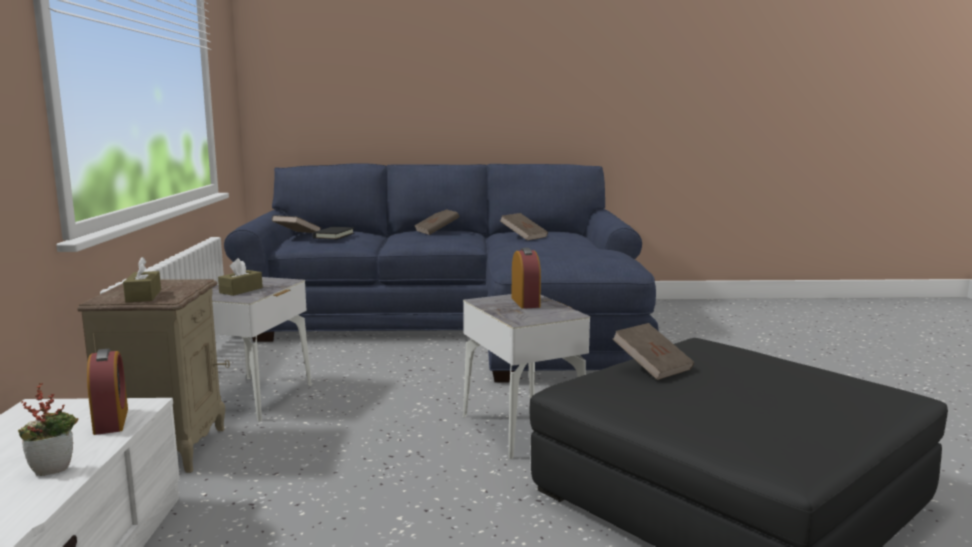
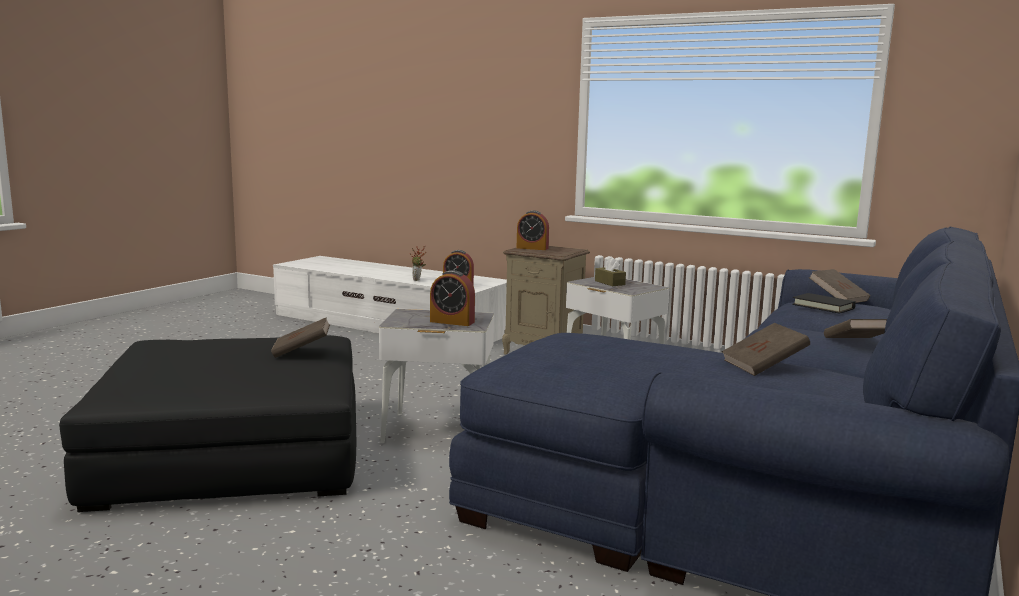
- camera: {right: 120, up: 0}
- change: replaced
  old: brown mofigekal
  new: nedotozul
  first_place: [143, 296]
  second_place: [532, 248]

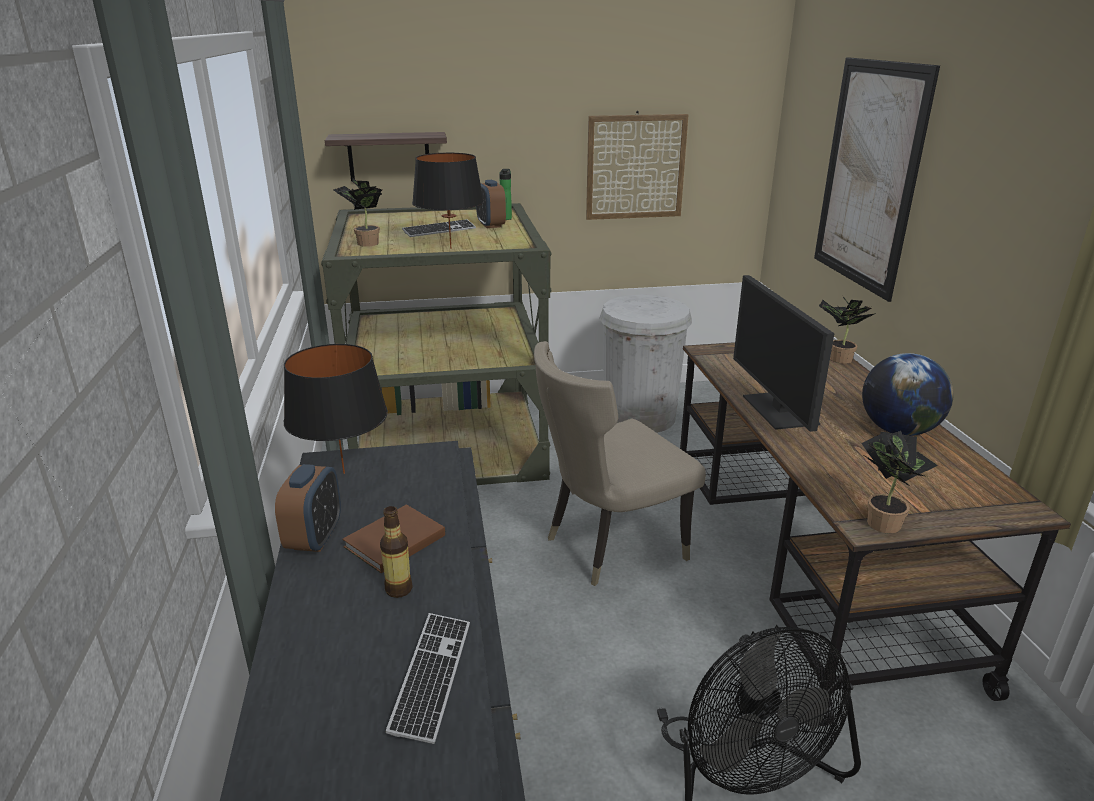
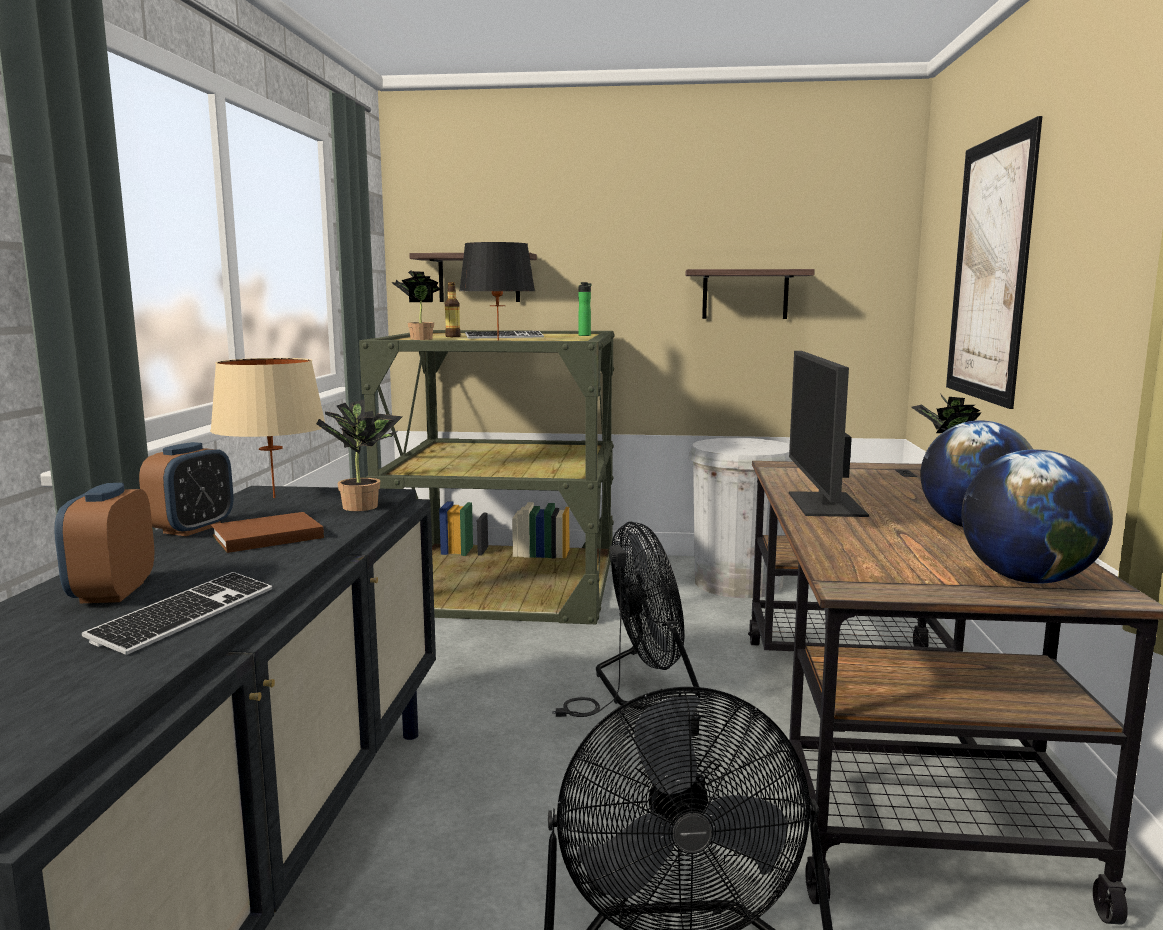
- camera: {right: 15, up: -15}
- change: recoloured
  old: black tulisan
  new: beige tulisan
  first_place: [344, 473]
  second_place: [274, 498]
- change: moved
  old: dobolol
  first_place: [398, 589]
  second_place: [453, 337]
- change: moved
  old: nedotozul
  first_place: [491, 225]
  second_place: [112, 592]
- change: replaced
  old: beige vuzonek
  new: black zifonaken
  first_place: [608, 546]
  second_place: [630, 688]
- change: replaced
  old: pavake
  new: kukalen
  first_place: [635, 165]
  second_place: [745, 294]
- change: moved
  old: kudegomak
  first_place: [881, 521]
  second_place: [363, 505]
- change: added
  new: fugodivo
  second_place: [1027, 579]

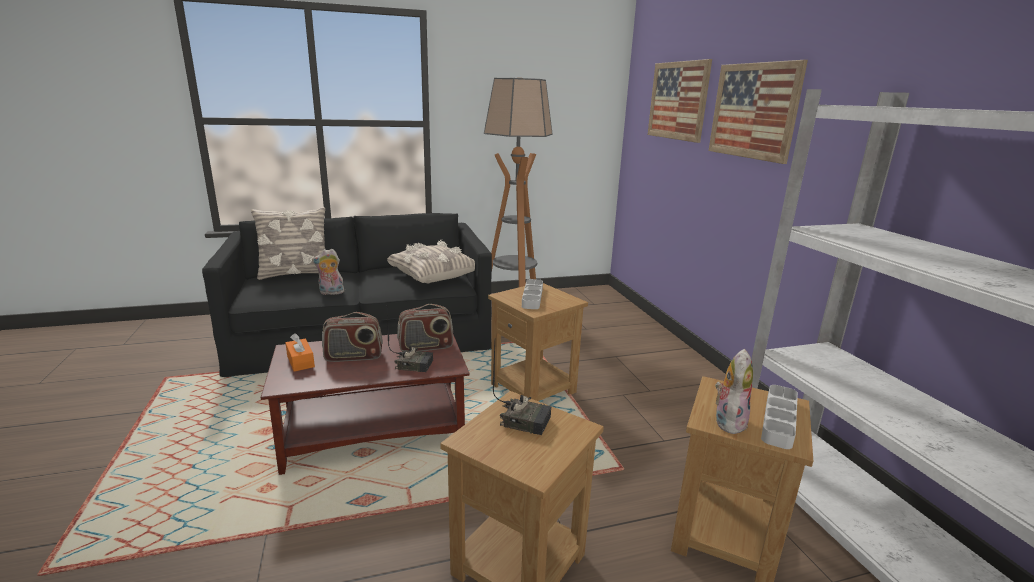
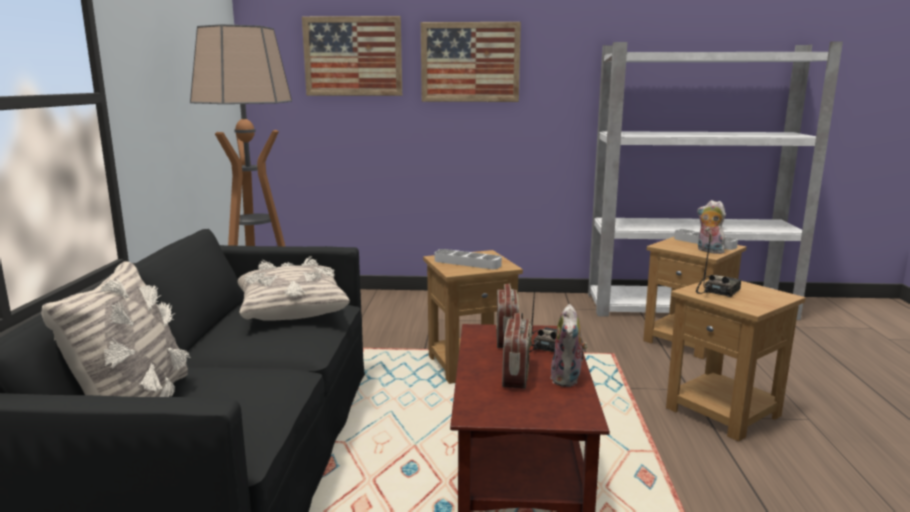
- camera: {right: -70, up: -5}
- change: removed
  old: orange mofigekal
  first_place: [300, 361]
- change: moved
  old: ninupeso
  first_place: [331, 293]
  second_place: [568, 379]

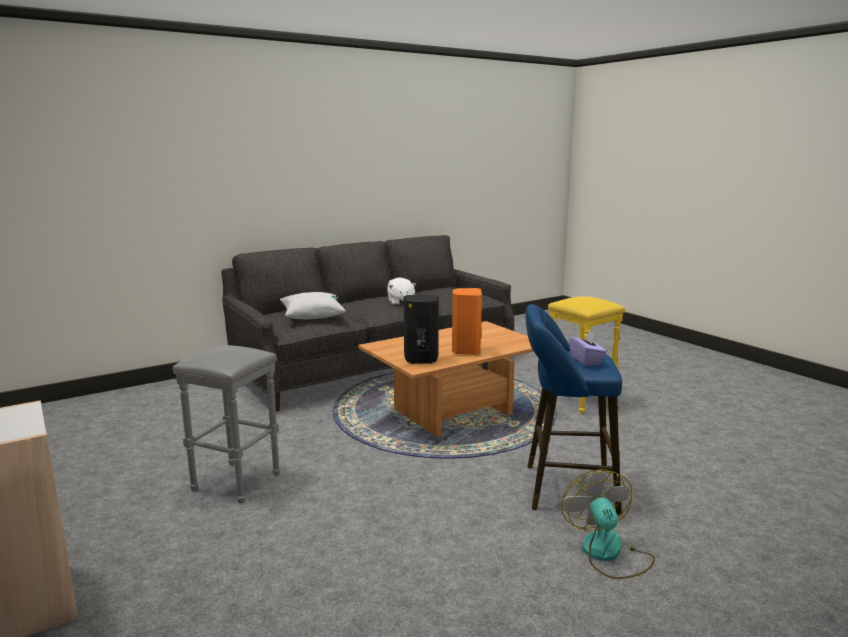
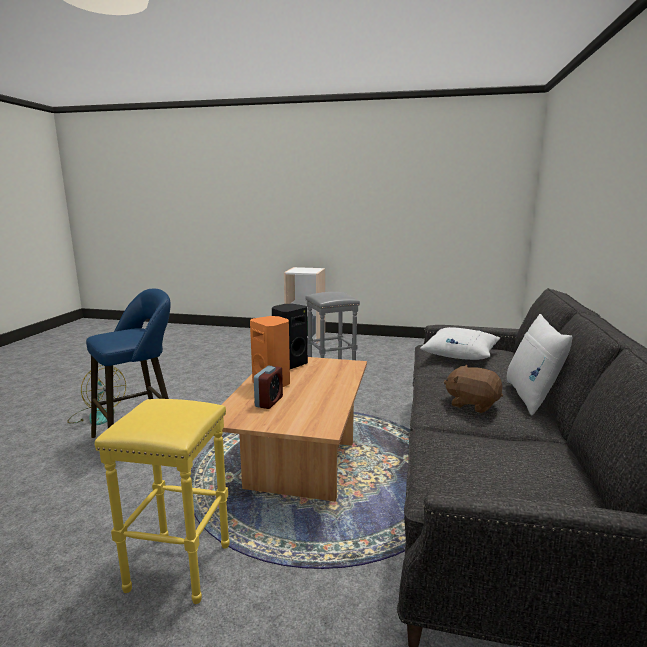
- camera: {right: 135, up: 0}
- change: recoloured
  old: white ninupeso
  new: brown ninupeso
  first_place: [400, 302]
  second_place: [472, 404]
- change: removed
  old: purple mofigekal
  first_place: [586, 360]
- change: added
  new: nedotozul
  second_place: [269, 402]
- change: added
  new: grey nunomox
  second_place: [531, 398]

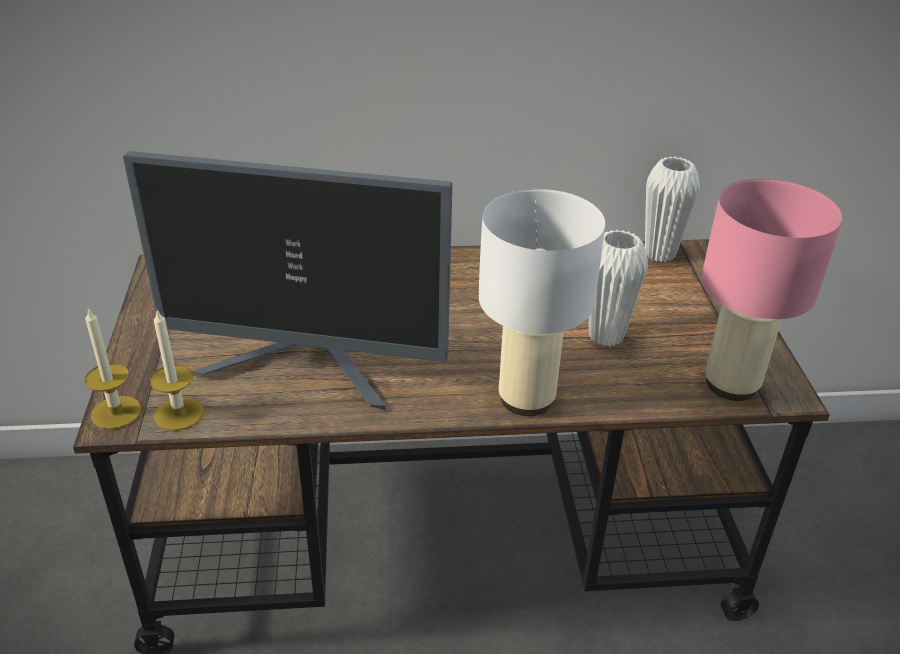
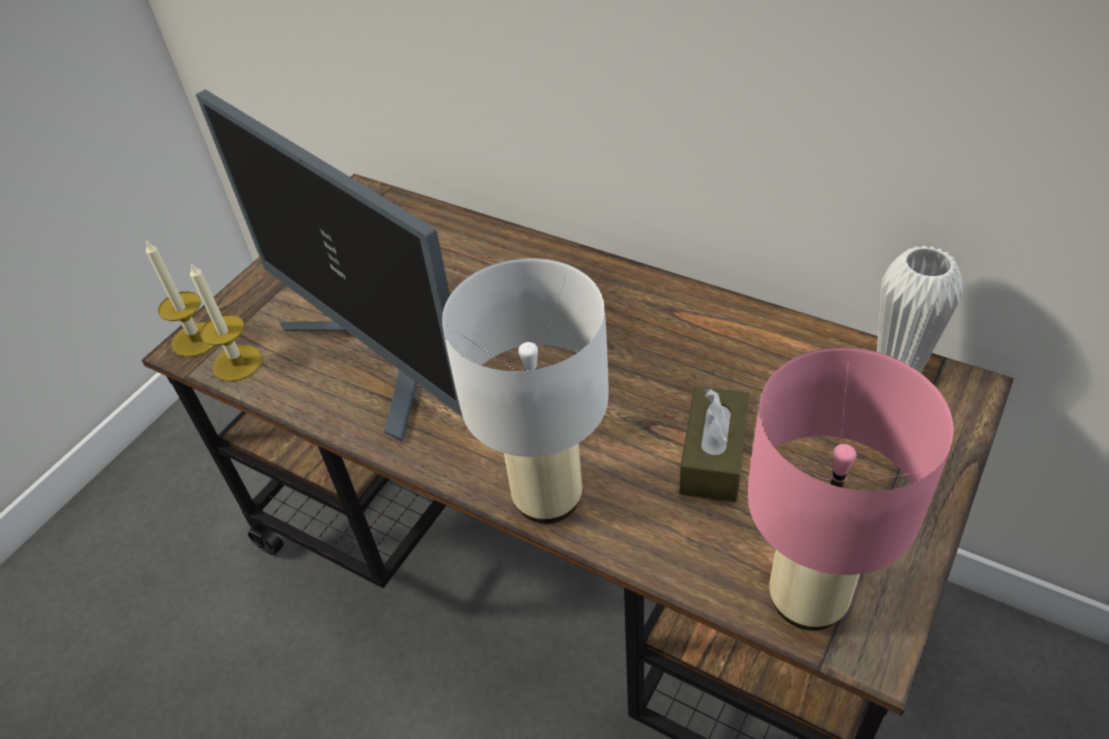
- camera: {right: 40, up: 10}
- change: replaced
  old: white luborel
  new: brown mofigekal
  first_place: [606, 336]
  second_place: [713, 457]

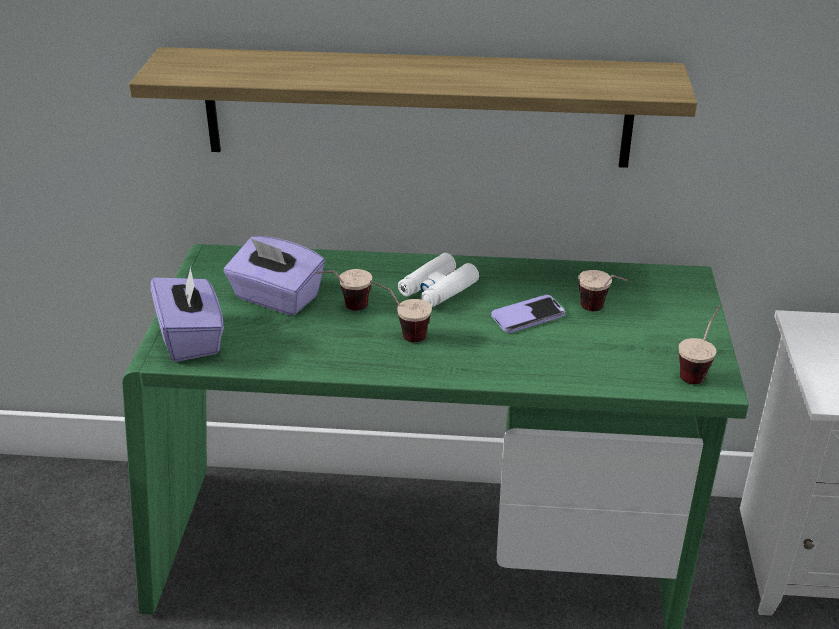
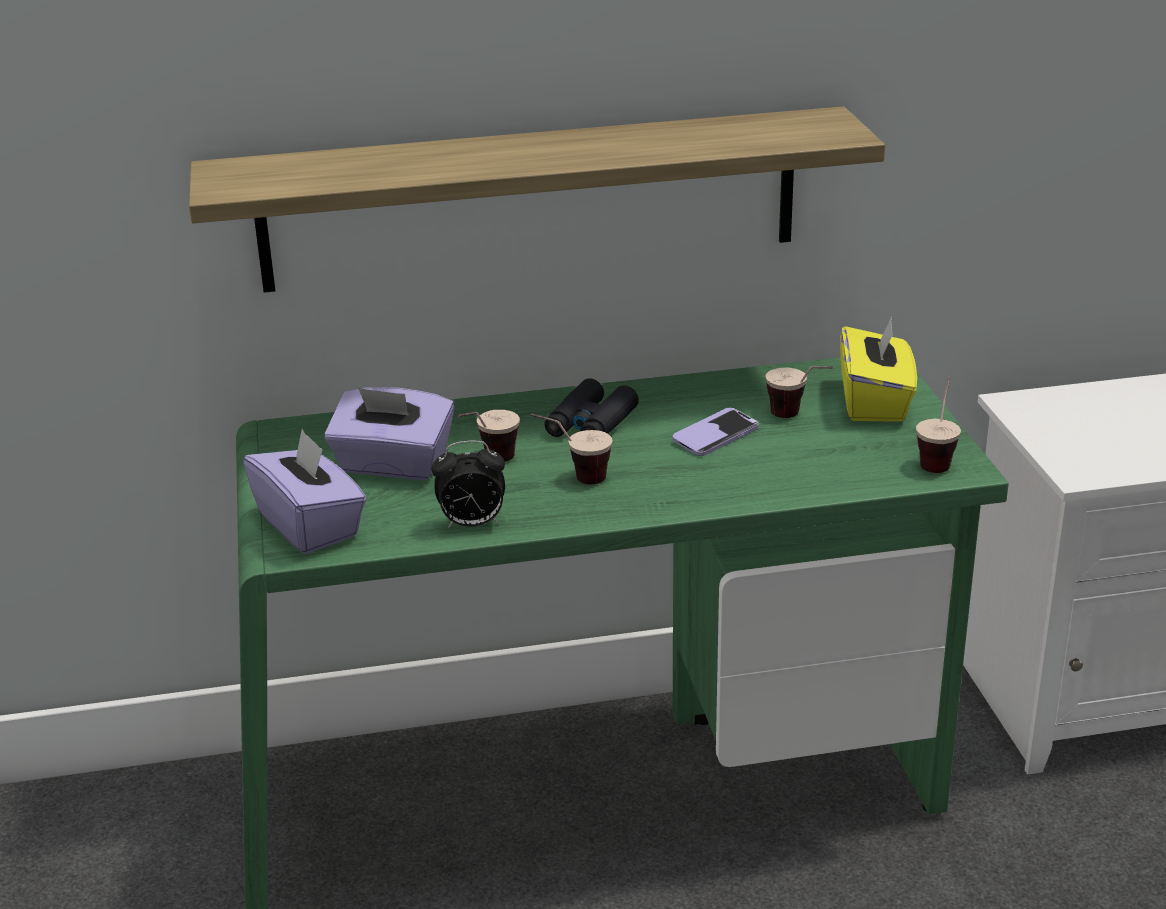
- camera: {right: -15, up: -5}
- change: recoloured
  old: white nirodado
  new: black nirodado
  first_place: [437, 289]
  second_place: [591, 424]
- change: added
  new: nedotozul
  second_place: [472, 524]
- change: added
  new: yellow mofigekal
  second_place: [875, 402]

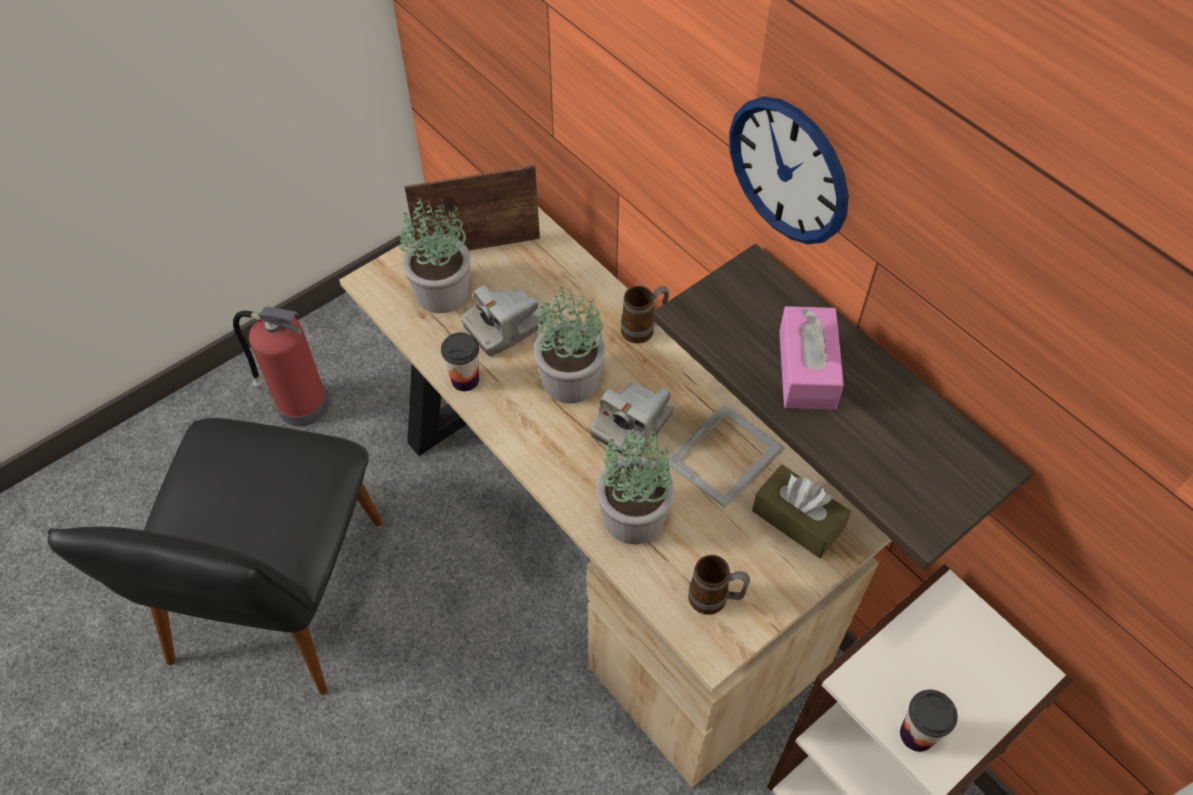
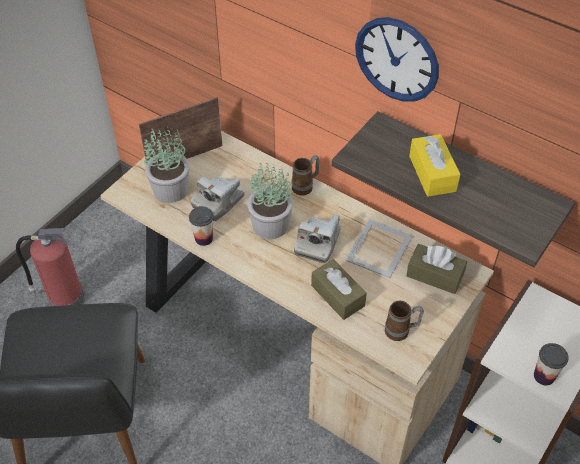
- camera: {right: -15, up: -5}
- change: replaced
  old: kudegomak
  new: brown mofigekal
  first_place: [635, 517]
  second_place: [337, 295]
- change: recoloured
  old: pink mofigekal
  new: yellow mofigekal
  first_place: [806, 369]
  second_place: [432, 173]

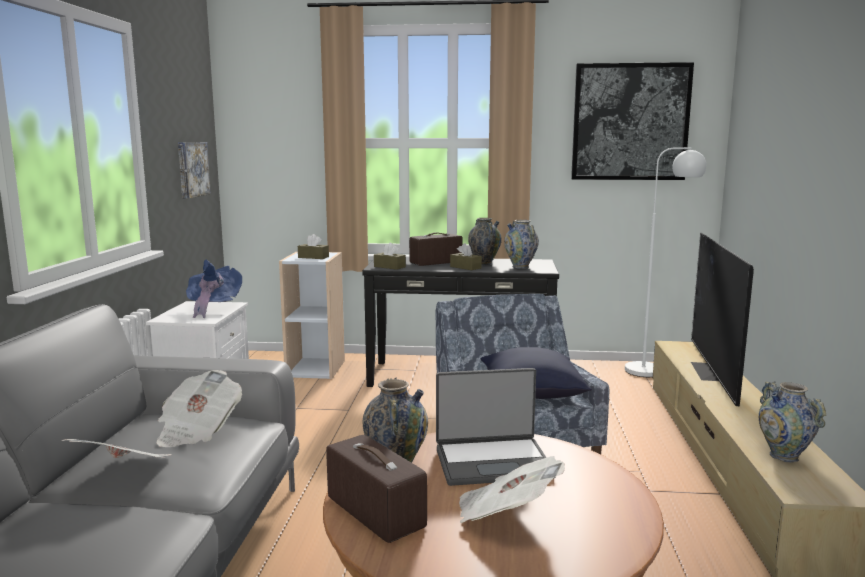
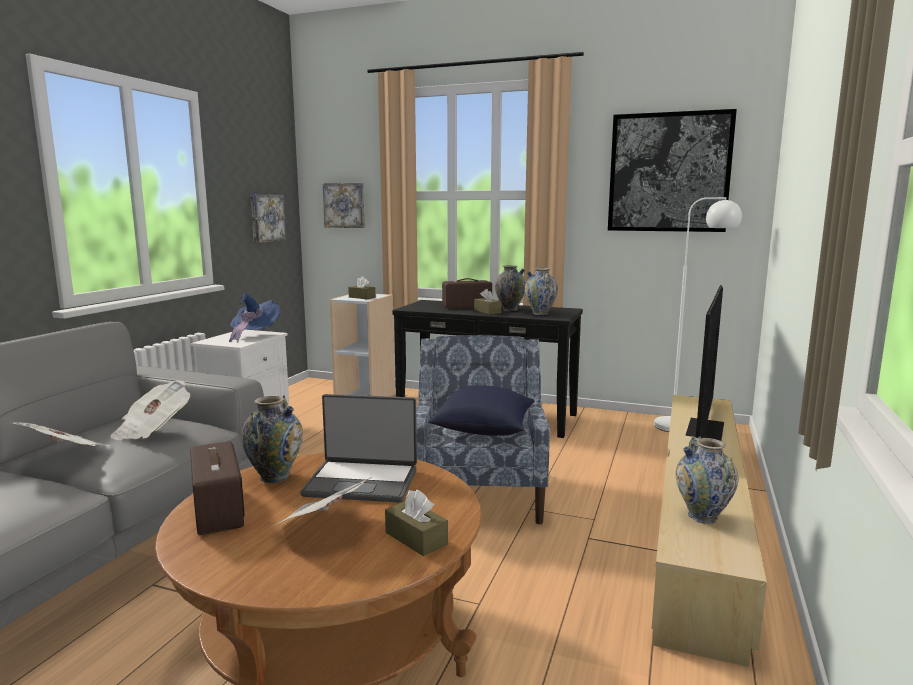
- camera: {right: 15, up: 0}
- change: moved
  old: brown mofigekal
  first_place: [389, 267]
  second_place: [416, 538]
- change: added
  new: pavake
  second_place: [345, 205]

